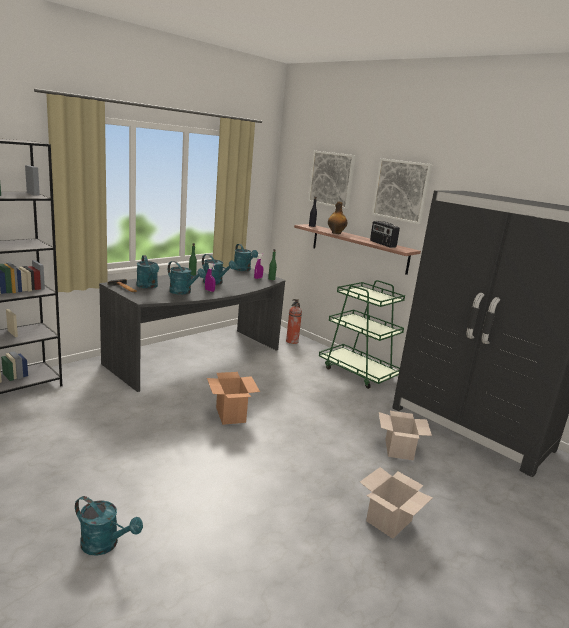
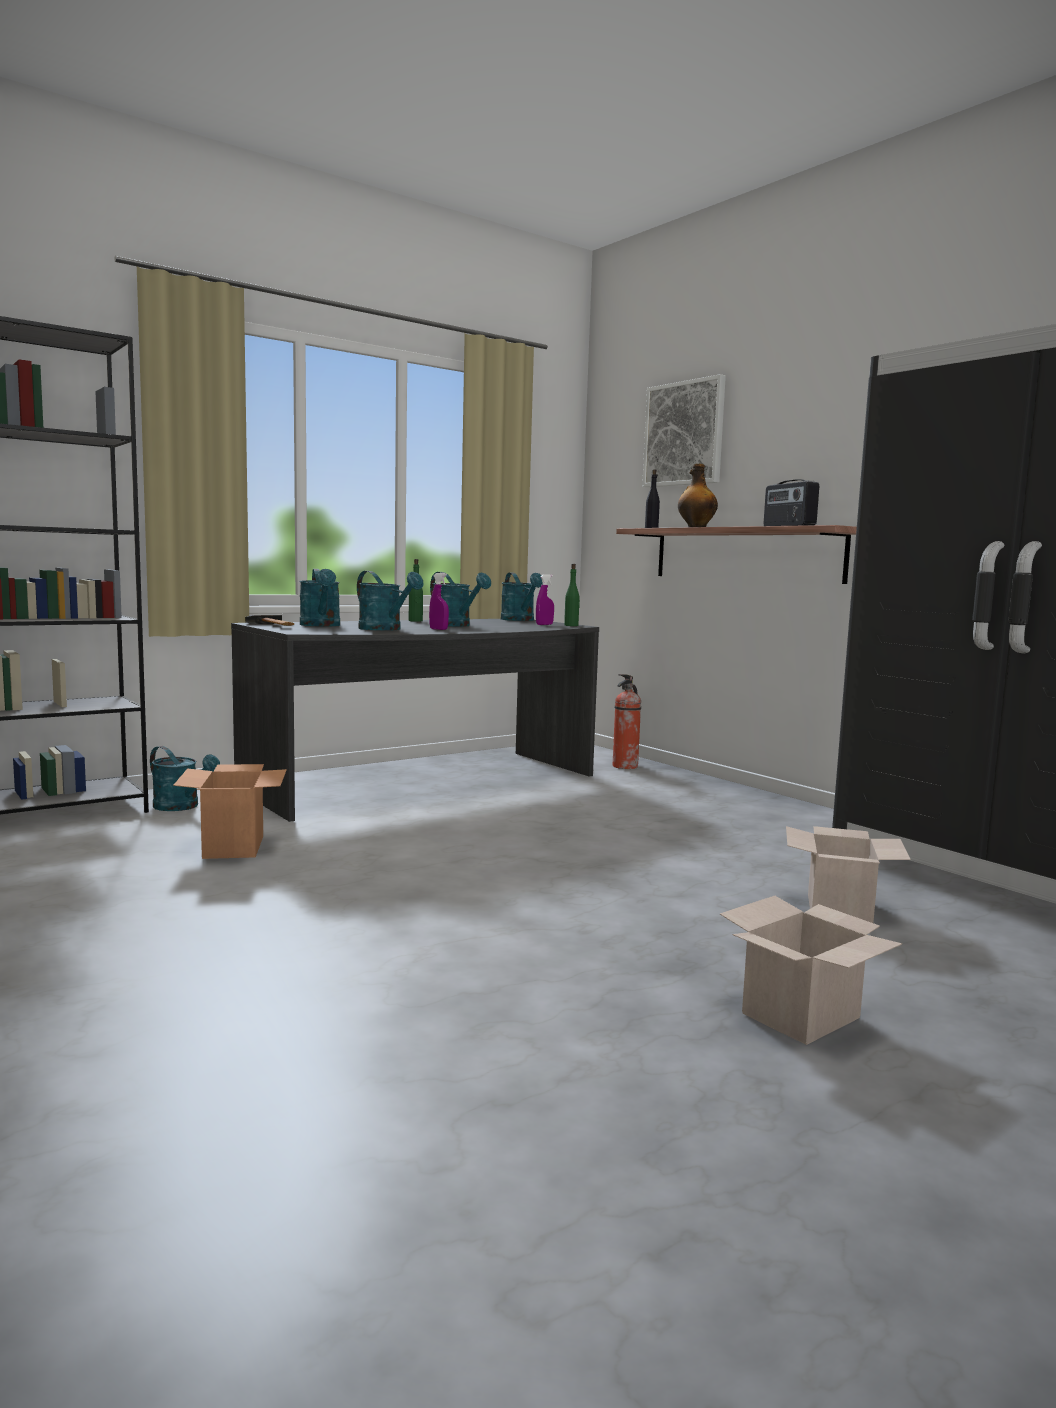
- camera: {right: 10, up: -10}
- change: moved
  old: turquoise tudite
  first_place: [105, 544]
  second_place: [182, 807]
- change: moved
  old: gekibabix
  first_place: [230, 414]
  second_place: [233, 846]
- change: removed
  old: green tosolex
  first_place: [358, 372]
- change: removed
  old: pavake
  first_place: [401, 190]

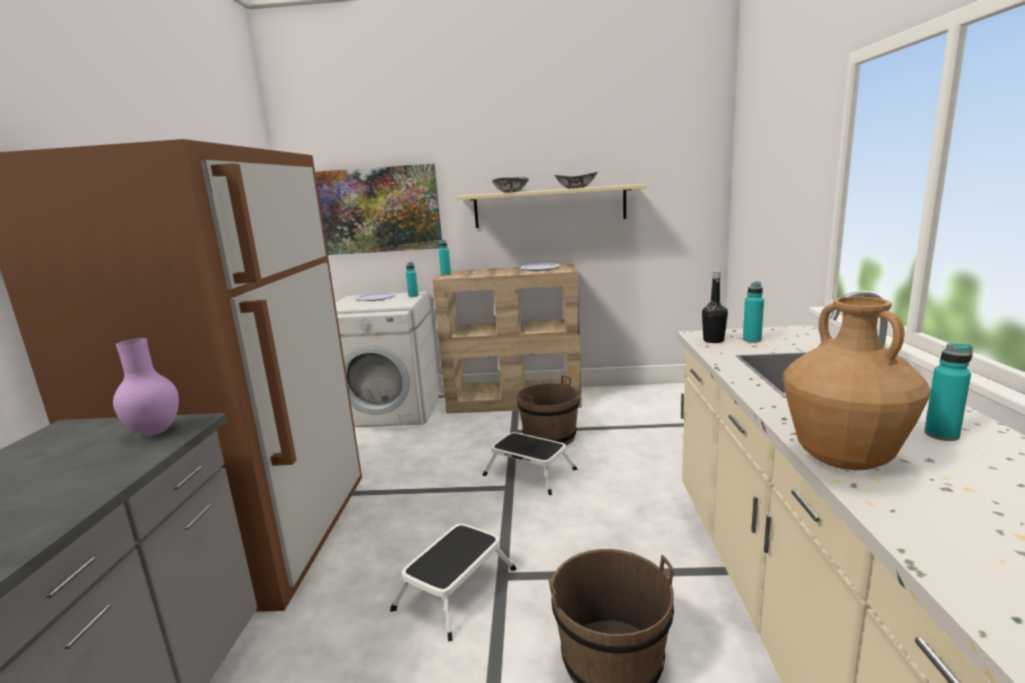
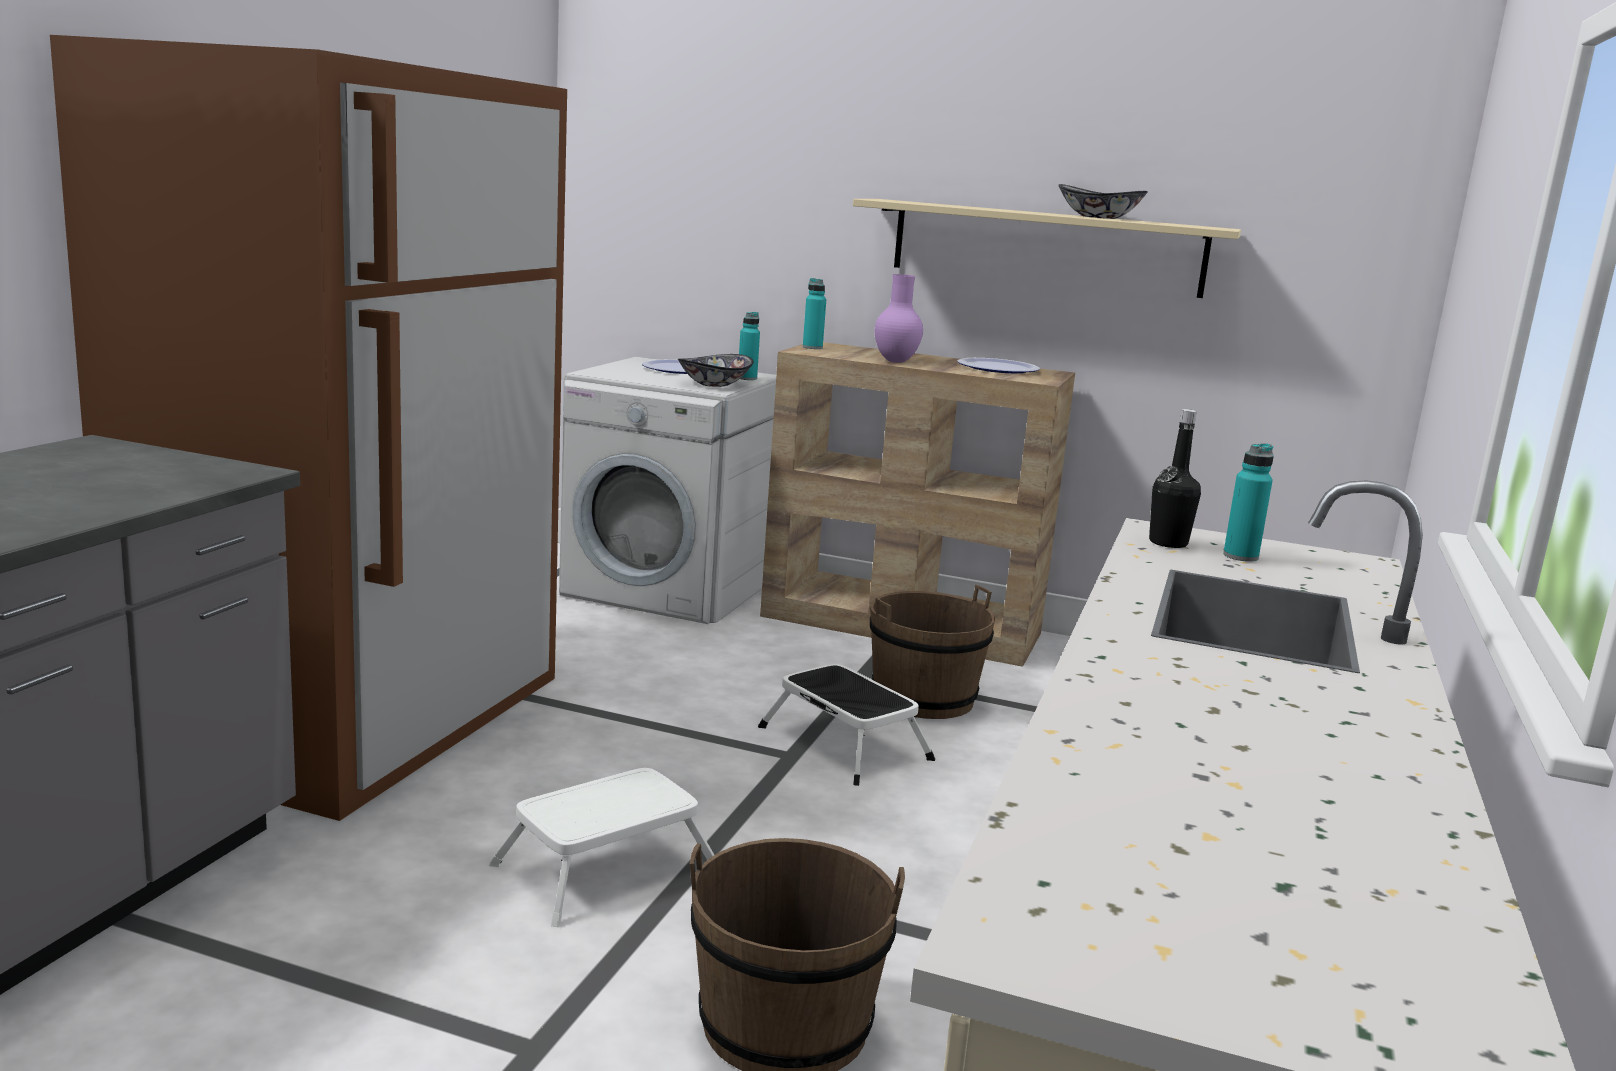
- camera: {right: 15, up: 0}
- change: moved
  old: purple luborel
  first_place: [154, 432]
  second_place: [894, 361]
- change: removed
  old: pavake
  first_place: [378, 210]
- change: recoloured
  old: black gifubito
  new: white gifubito
  first_place: [455, 588]
  second_place: [605, 866]
- change: moved
  old: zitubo
  first_place: [510, 192]
  second_place: [714, 384]
- change: removed
  old: brown luborel
  first_place: [842, 459]
- change: removed
  old: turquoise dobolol
  first_place: [941, 435]

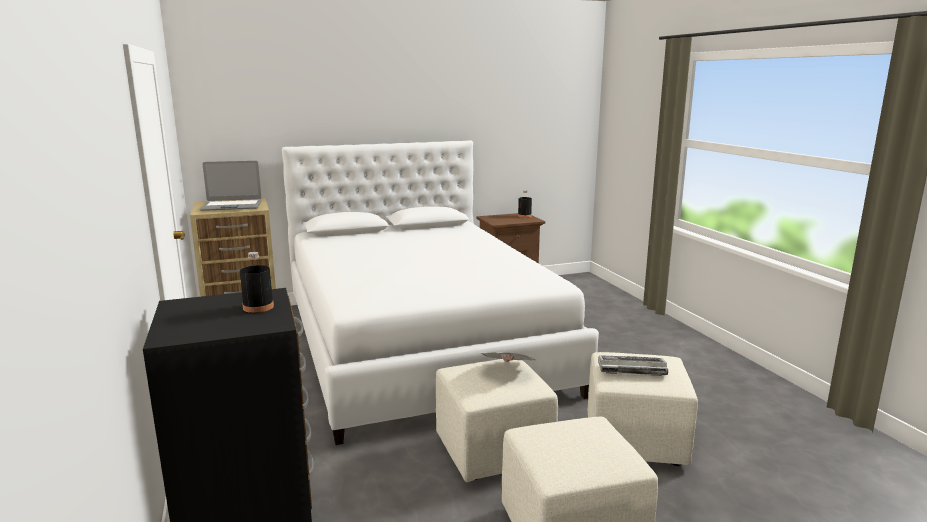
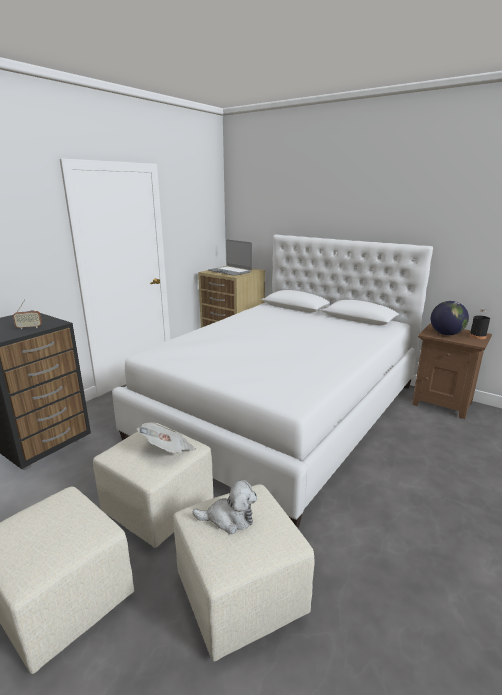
- camera: {right: 55, up: 5}
- change: replaced
  old: black dobolol
  new: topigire
  first_place: [258, 307]
  second_place: [29, 327]
- change: replaced
  old: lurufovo
  new: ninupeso
  first_place: [630, 369]
  second_place: [229, 518]
- change: added
  new: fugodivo
  second_place: [446, 334]

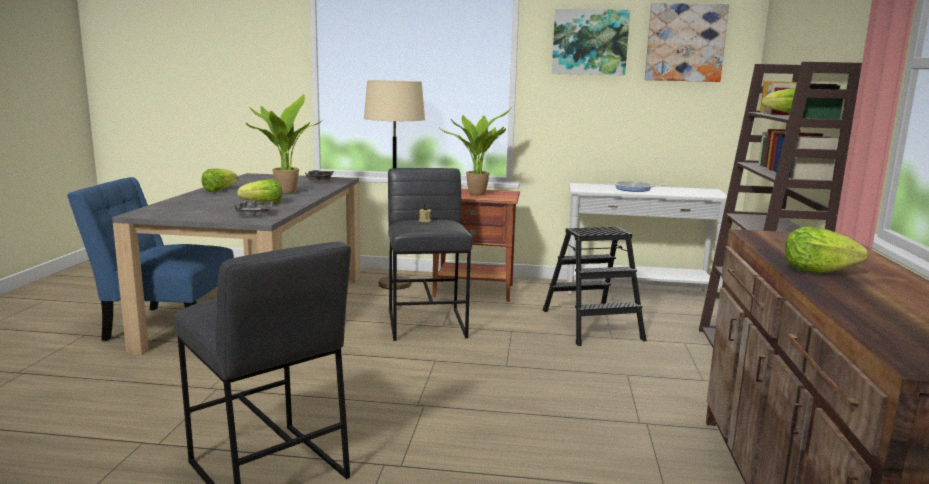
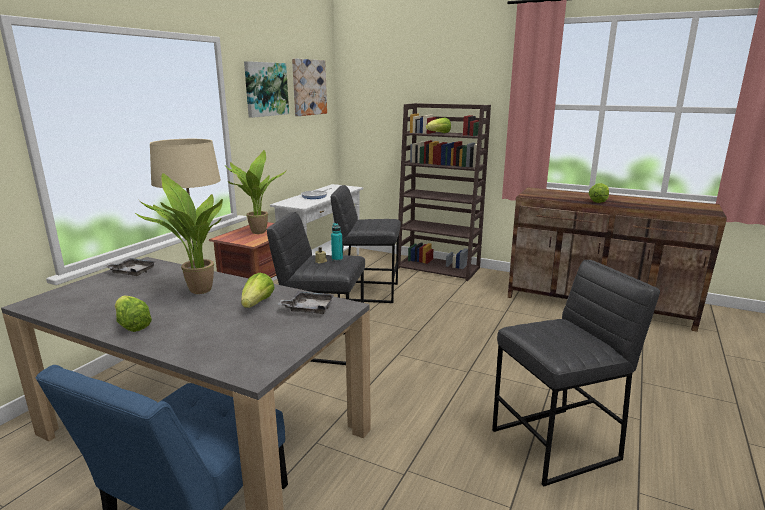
- camera: {right: -70, up: 5}
- change: replaced
  old: black gifubito
  new: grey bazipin
  first_place: [591, 324]
  second_place: [367, 291]
- change: added
  new: turquoise dobolol
  second_place: [337, 259]

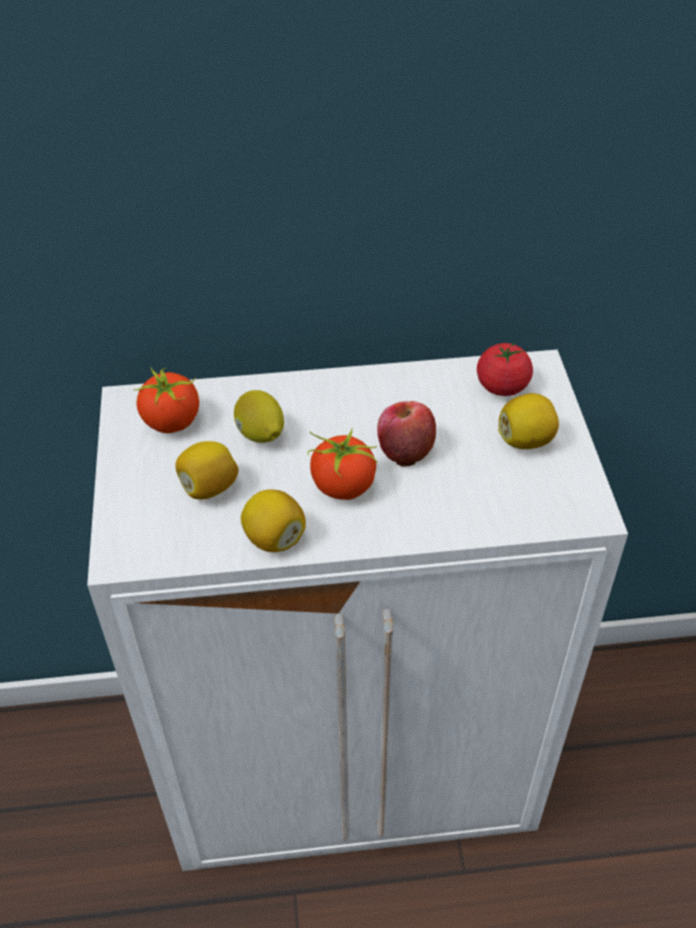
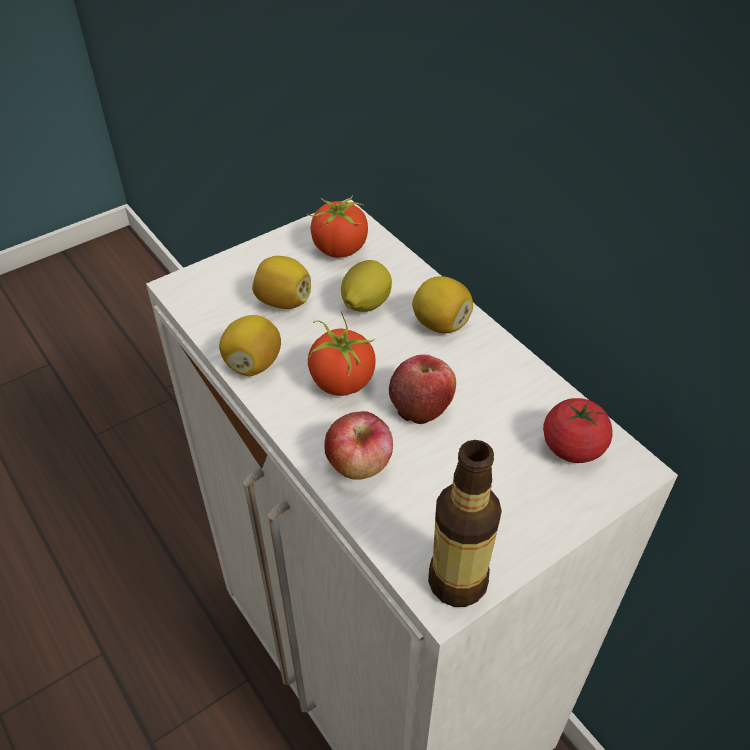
- camera: {right: 60, up: 0}
- change: moved
  old: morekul
  first_place: [526, 440]
  second_place: [440, 324]
- change: added
  new: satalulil
  second_place: [359, 464]
- change: added
  new: dobolol
  second_place: [457, 582]

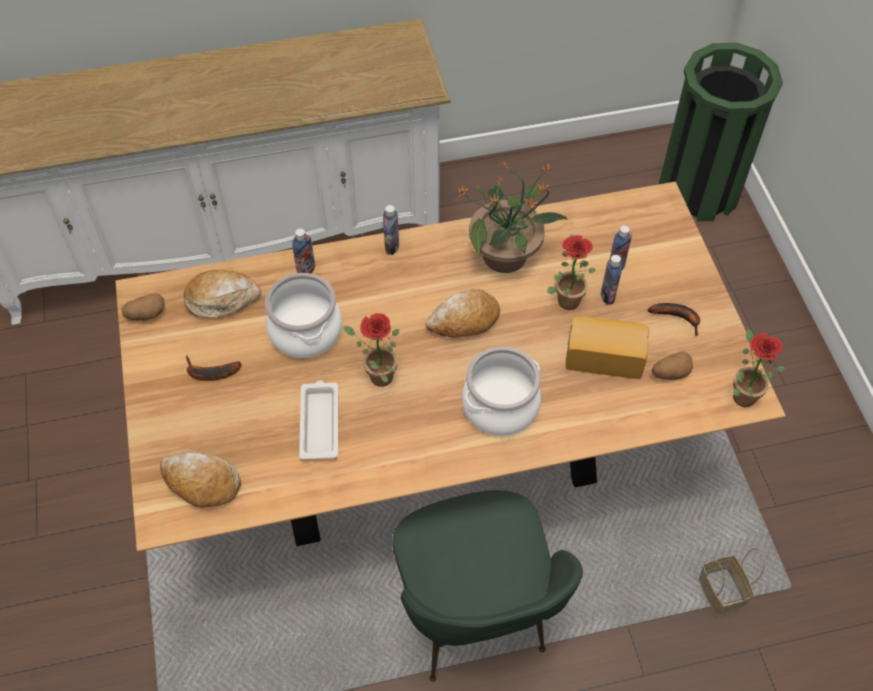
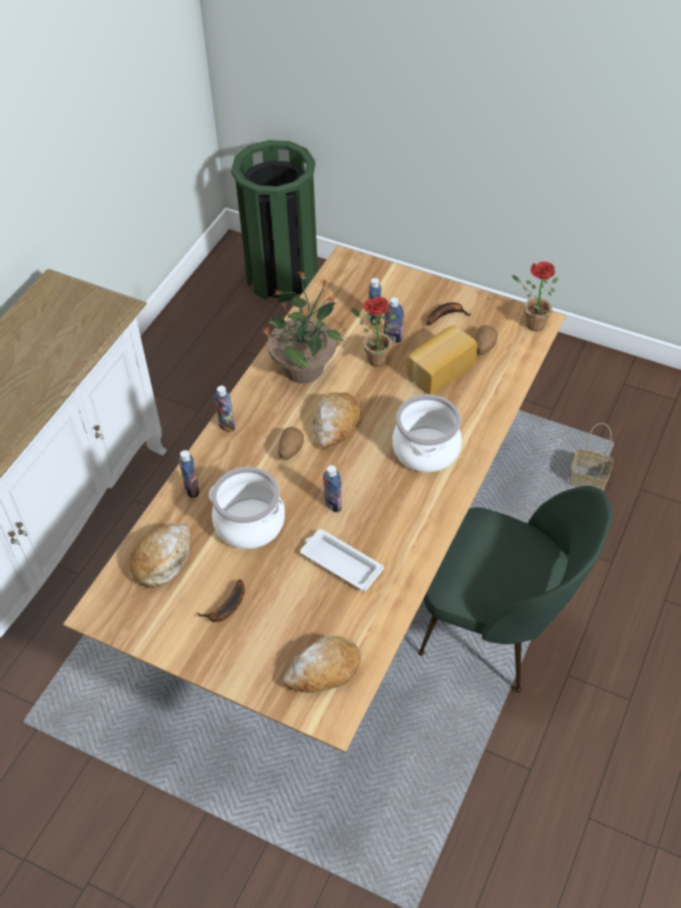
- camera: {right: -50, up: -5}
- change: moved
  old: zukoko
  first_place: [146, 315]
  second_place: [290, 450]
- change: replaced
  old: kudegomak
  new: dobolol
  first_place: [376, 376]
  second_place: [333, 504]

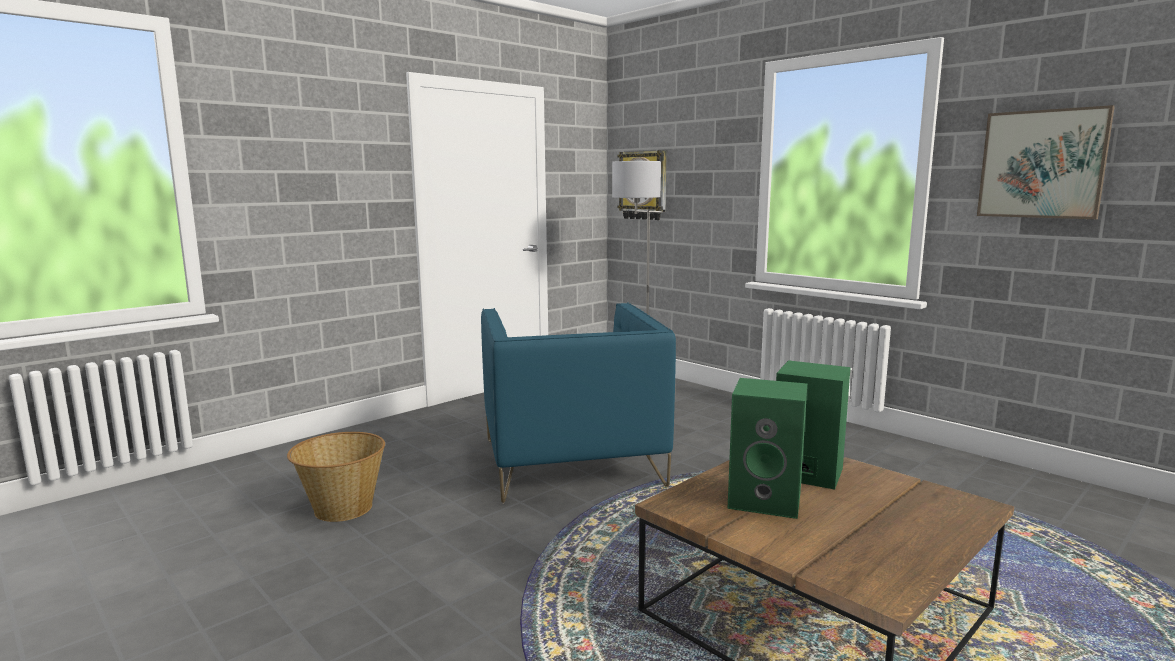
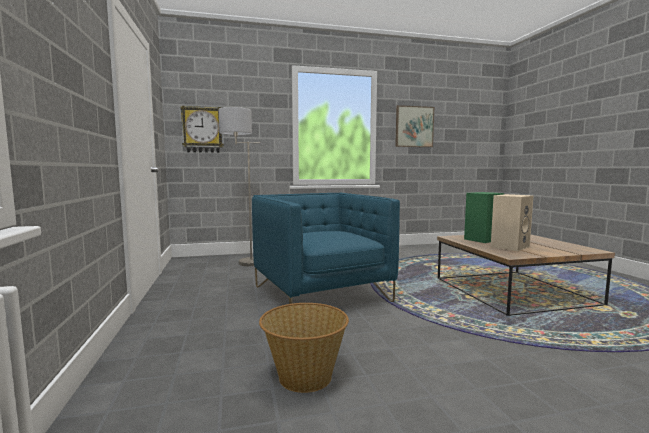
- camera: {right: -60, up: -5}
- change: turned
  old: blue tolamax
  first_place: [571, 462]
  second_place: [321, 295]
  degrees: -135
- change: recoloured
  old: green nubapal
  new: beige nubapal
  first_place: [767, 500]
  second_place: [509, 246]

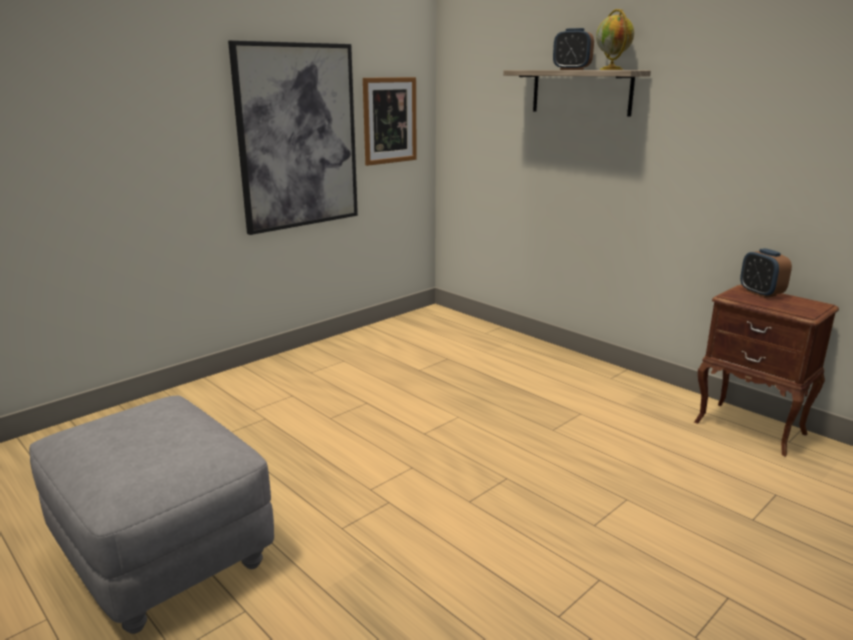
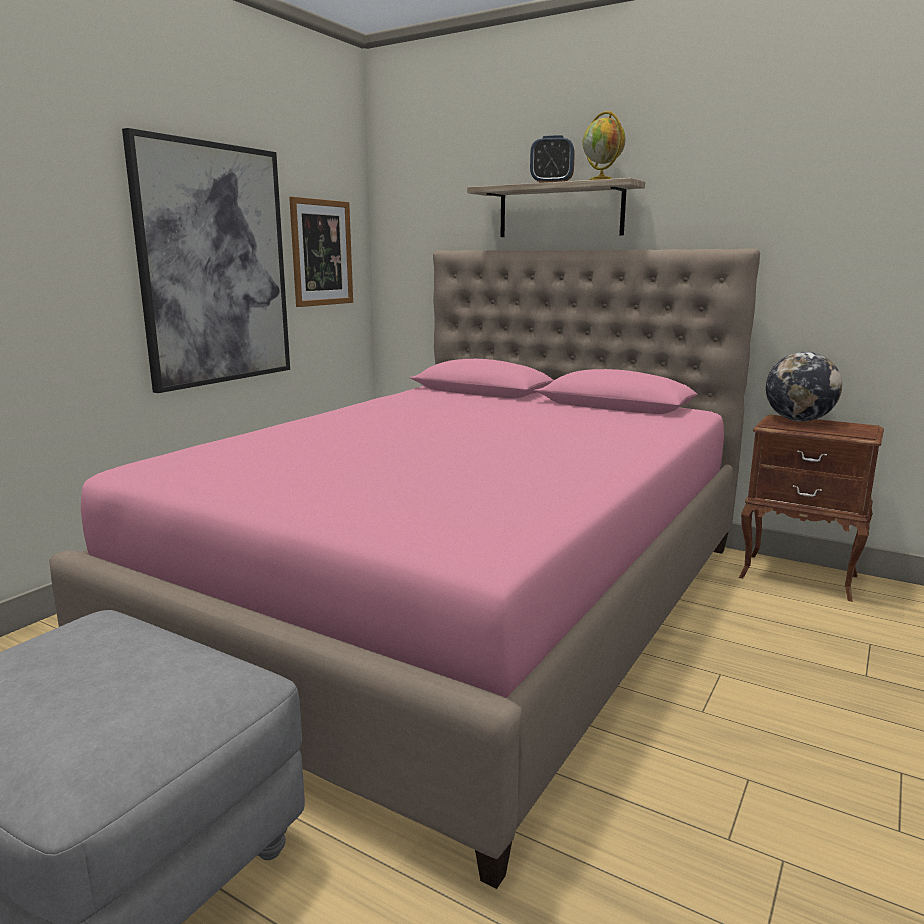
- camera: {right: -15, up: -5}
- change: replaced
  old: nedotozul
  new: fugodivo
  first_place: [761, 293]
  second_place: [798, 420]
- change: added
  new: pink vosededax
  second_place: [461, 603]

